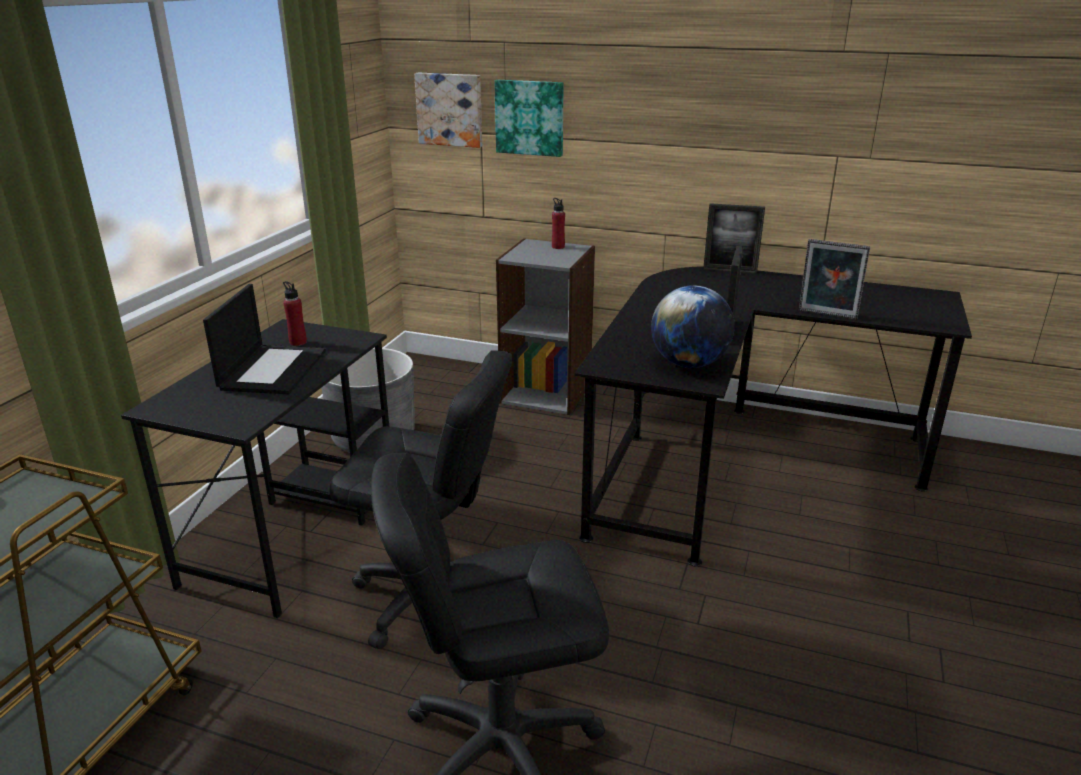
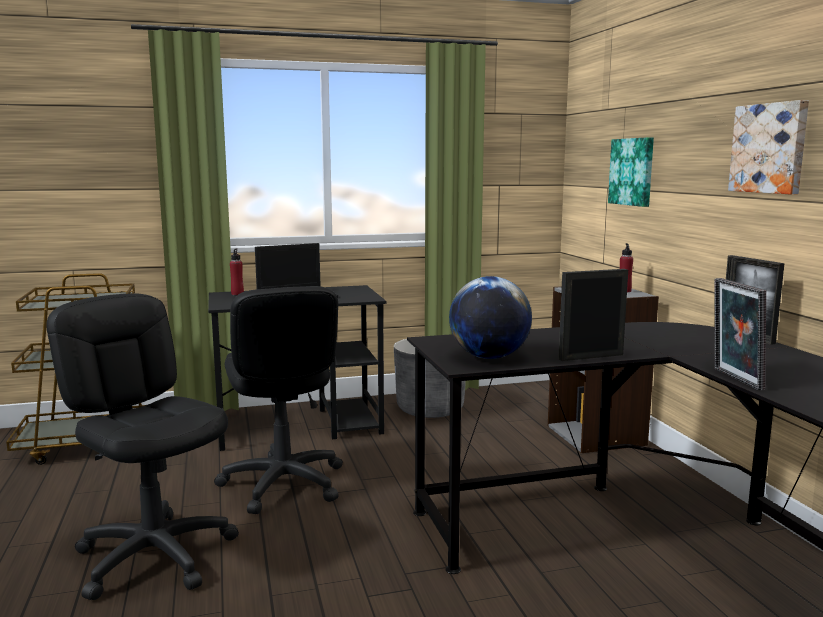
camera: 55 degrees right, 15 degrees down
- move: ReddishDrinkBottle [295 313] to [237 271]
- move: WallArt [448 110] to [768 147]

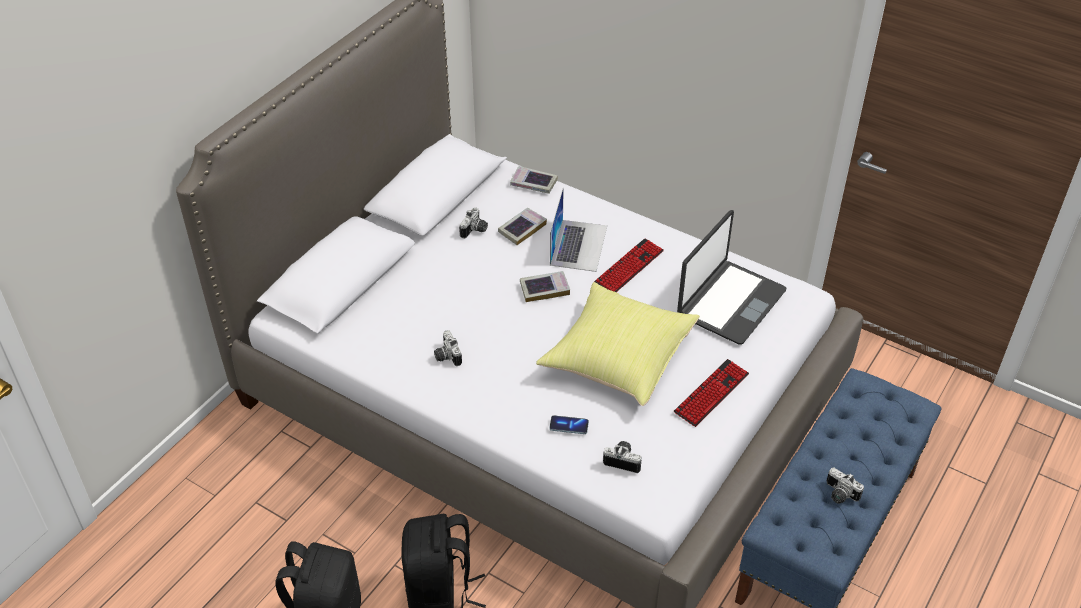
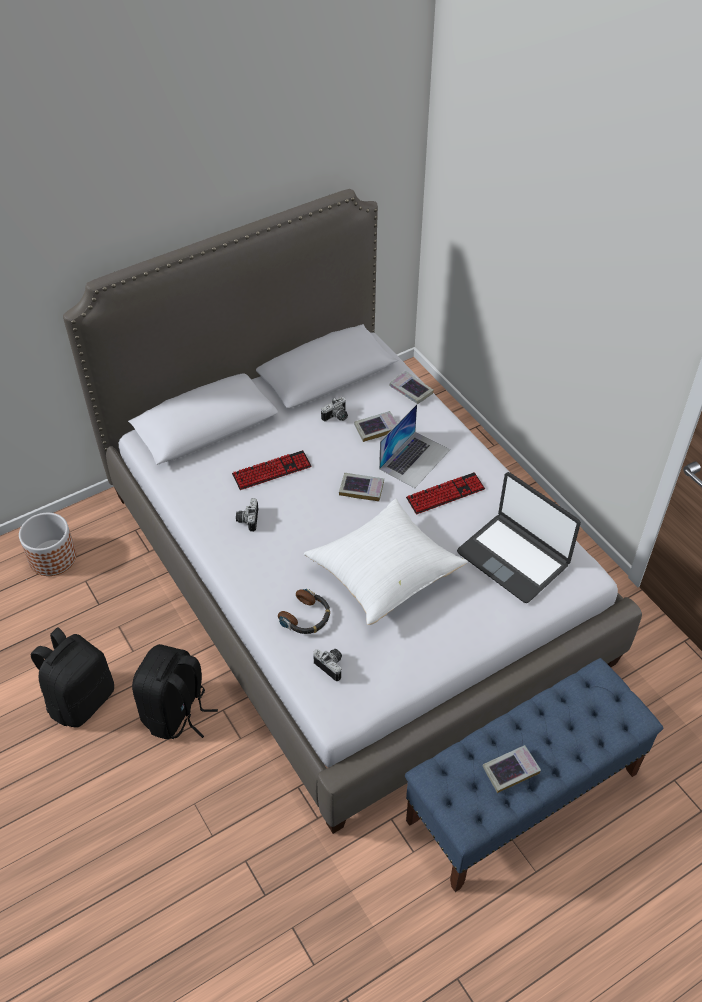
camera: 25 degrees right, 5 degrees up
- insert: FlowerPot [47 544]
- move: ComputerKeyboard [711 393] to [271 470]
- replace: Phone [569 424] to Headset [304 611]
- replace: StillCamera [845 486] to BoundBook [512 769]
- recolor: YellowColouredCushion [618 344] to WhitishCushion [386 562]
- rotate: Laptop [731 277] = [519 537] 75 degrees clockwise

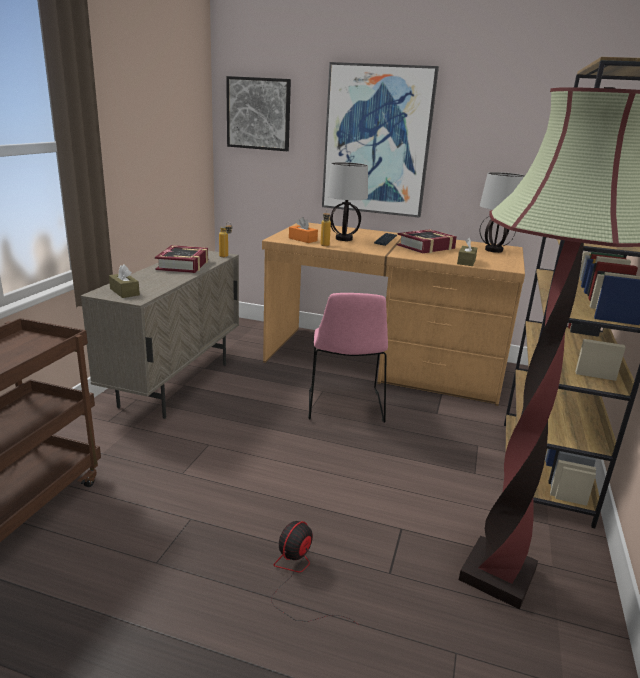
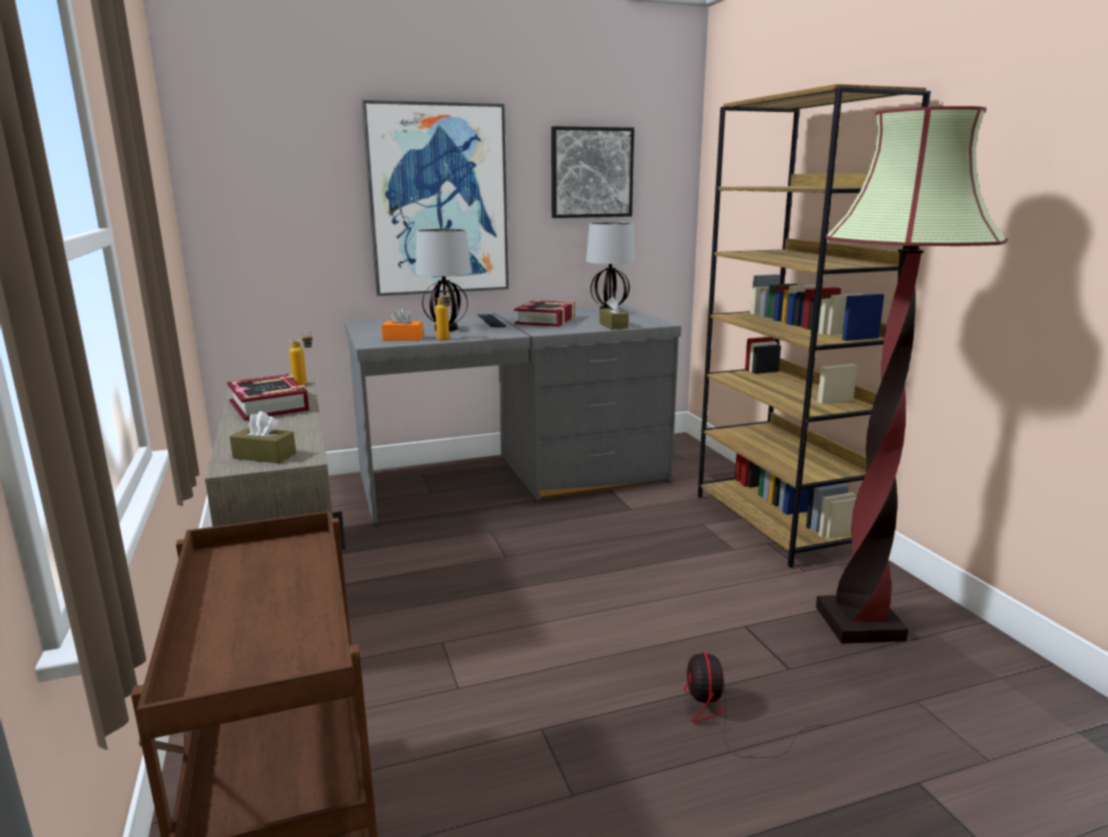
camera: 35 degrees left, 5 degrees down
- delete: PinkishUprightChair [348 358]
- move: WallArt [258 113] to [592 172]
- recolor: BrownColouredDeskUnit [393 314] to GreyDeskUnit [513 415]

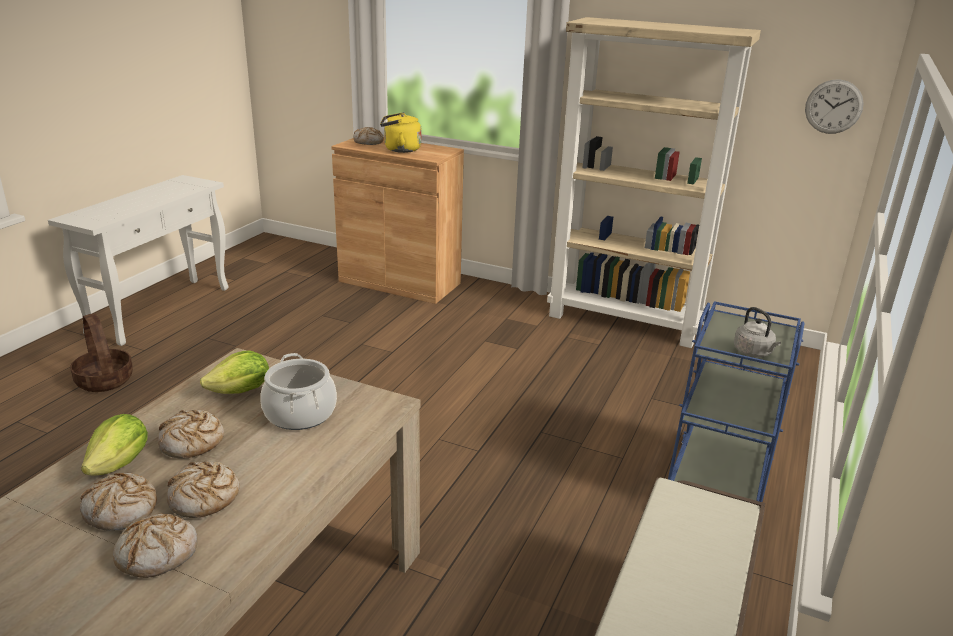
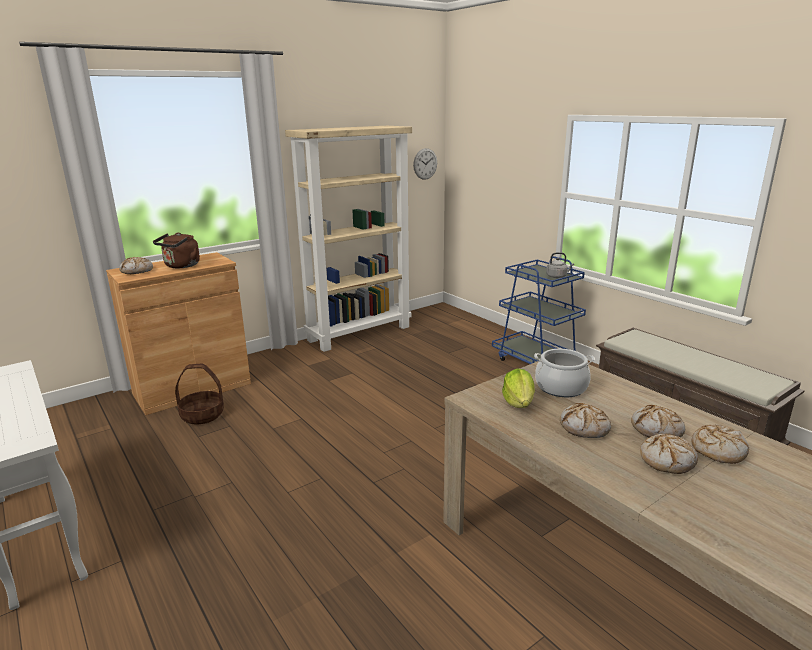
camera: 60 degrees left, 5 degrees down
- delete: LettuceHead [114 444]
- move: StorageBasket [101 352] to [199 394]
- recolor: YellowColouredTeaKettle [400 132] to BrownColouredTeaKettle [176 250]

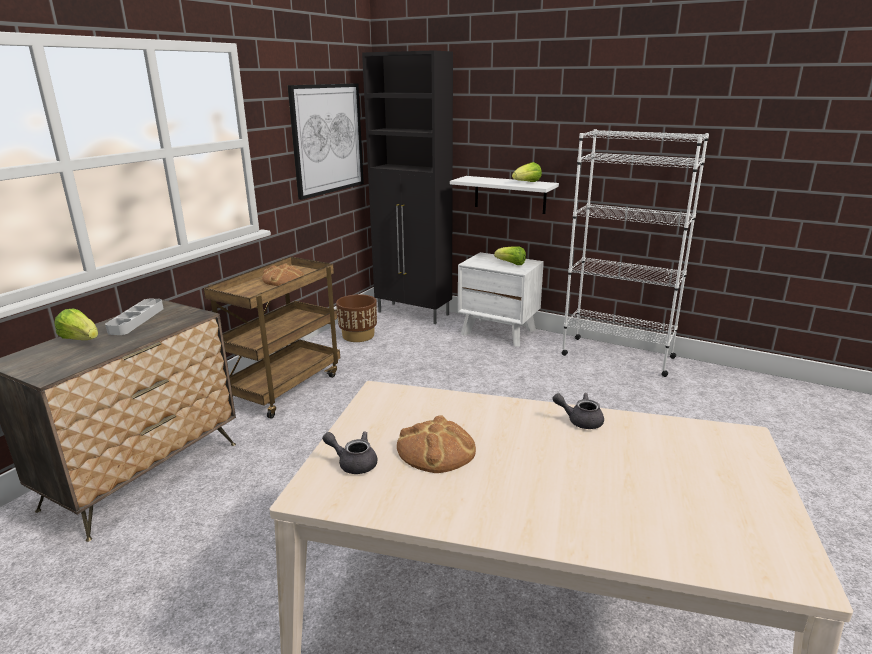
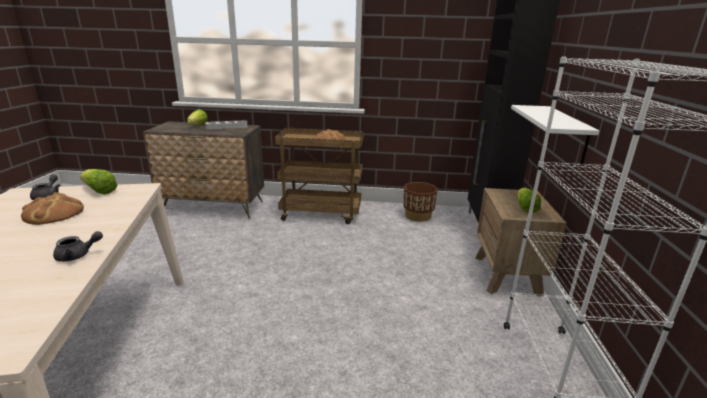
camera: 65 degrees right, 0 degrees up
- delete: WallArt [325 141]
- move: LettuceHead [527 172] to [98 181]
- recolor: WhitishNightstand [501 299] to BrownColouredNightstand [520 243]
- rotate: GreyTeaPot [578 411] = [78 246] 75 degrees clockwise

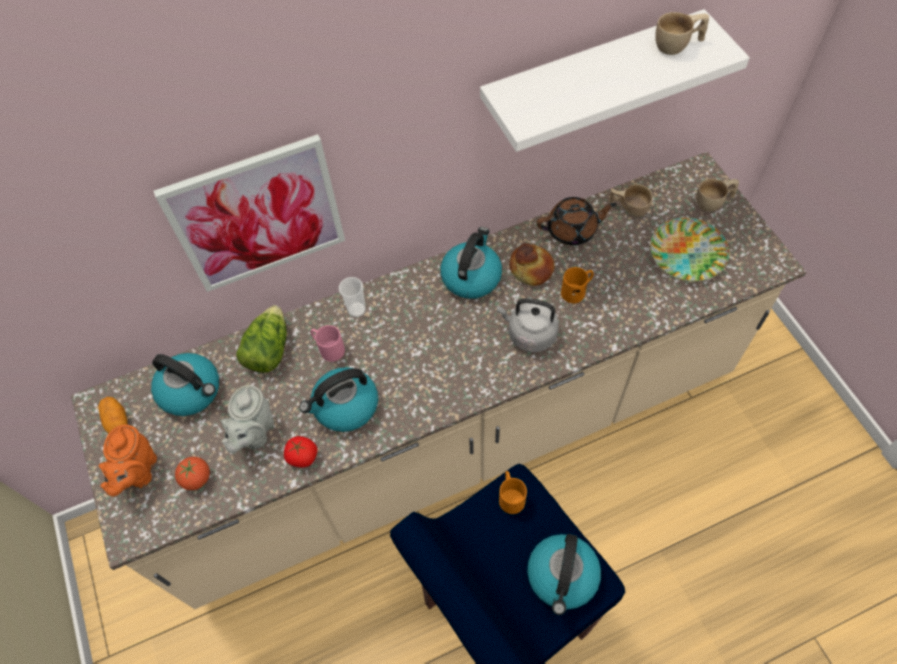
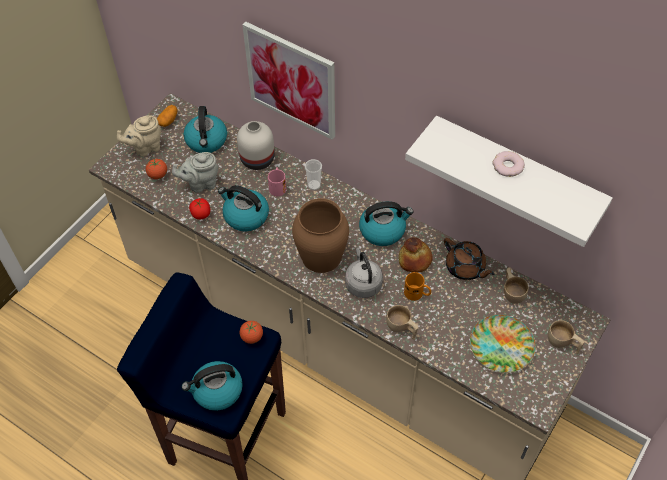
camera: 55 degrees right, 5 degrees down
- insert: BrownColouredFlowerVase [320 235]
- insert: Doughnut [508 164]
- move: BeigeColouredCup [682 33] to [402 322]
- replace: LettuceHead [261 339] to WhitishFlowerVase [256 145]
- replace: OrangeMug [513 492] to FreshTomato [251 332]
- recolor: OrangeTeaPot [128 460] to BeigeColouredTeaPot [139 136]

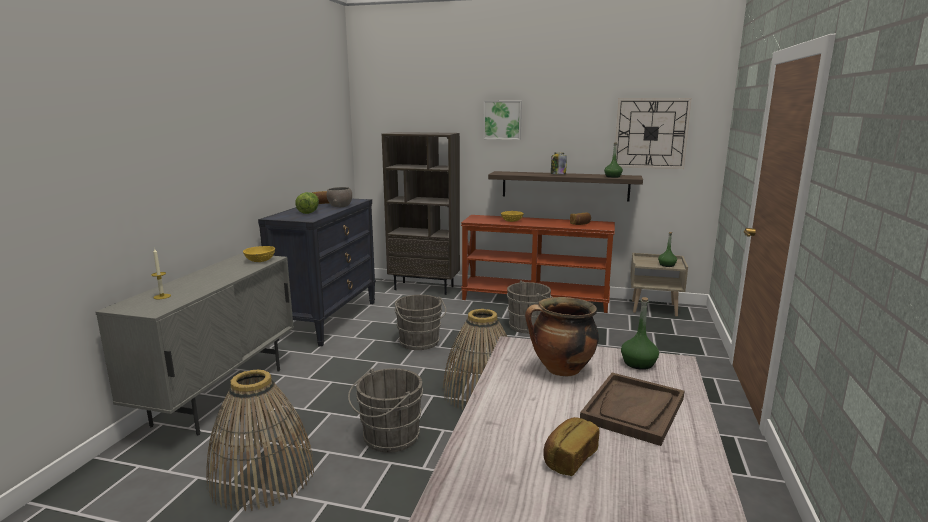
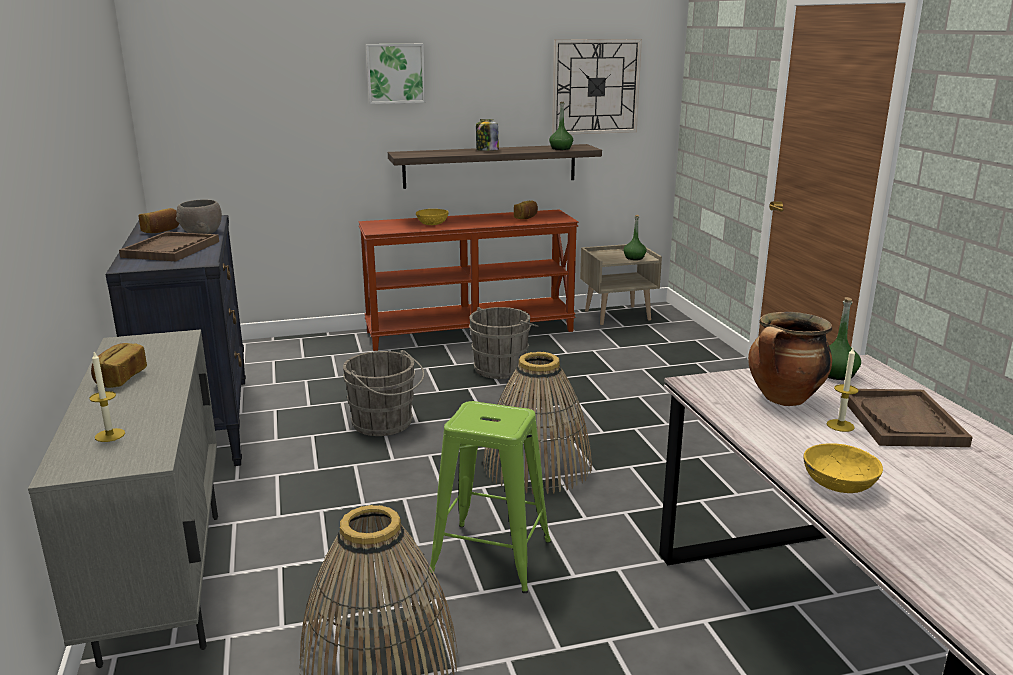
camera: 30 degrees left, 5 degrees up
- delete: BrownColouredBookshelf [421 213]
- insert: Candle [843 390]
- move: YellowColouredBowl [259 254] to [843 468]
- move: Bread [571 446] to [119 365]
- replace: LettuceHead [307 203] to BrownColouredTray [169 246]
- replace: GreyBucket [385 410] to GreenStool [490 497]

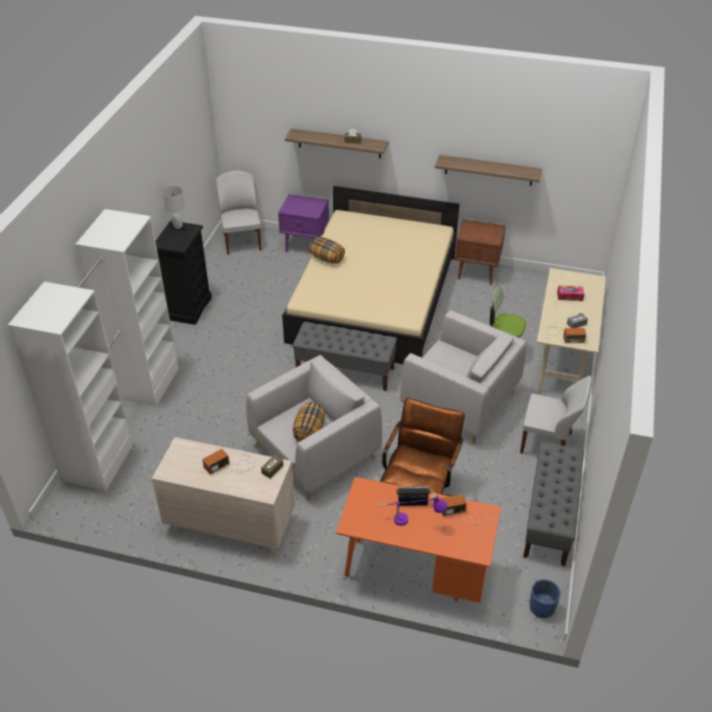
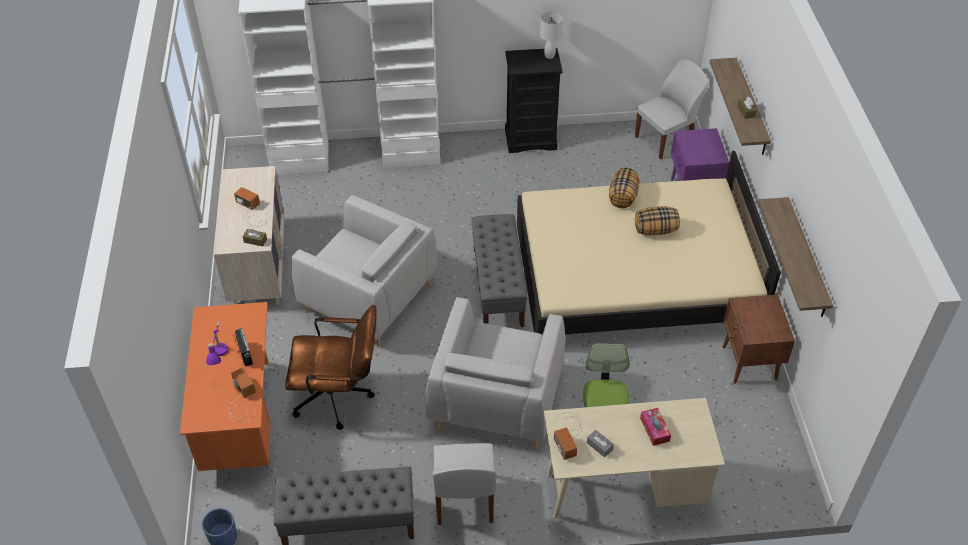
camera: 70 degrees right, 5 degrees up
- move: Cushion [309 422] to [657 220]

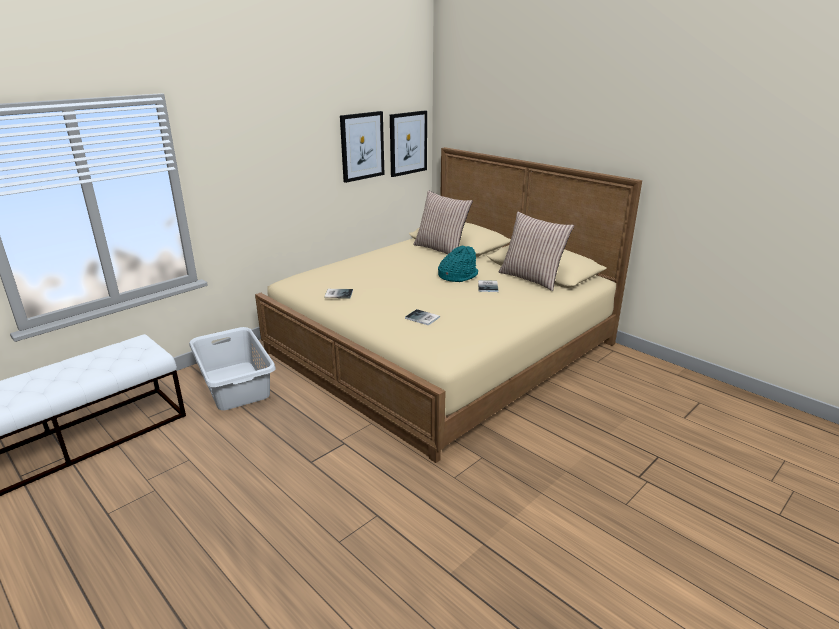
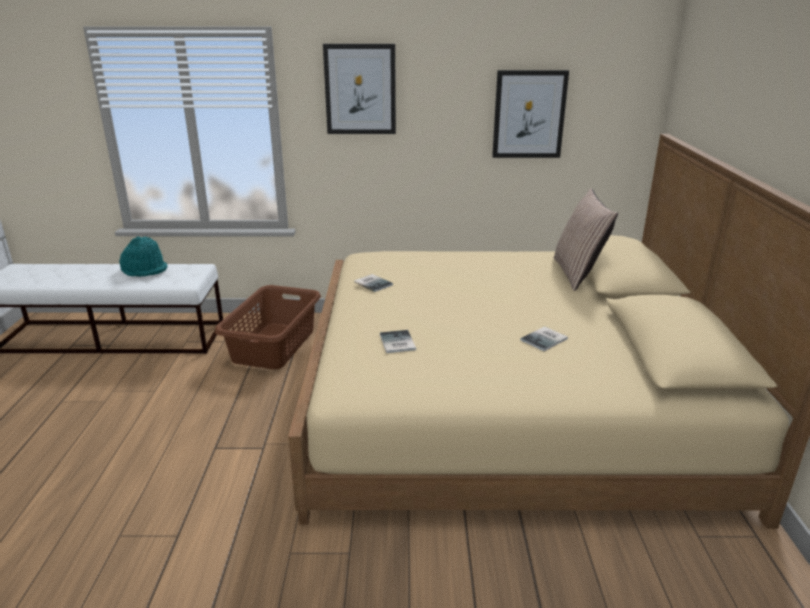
camera: 45 degrees right, 0 degrees up
- delete: Cushion [536 251]
- move: WallArt [408 143] to [359 89]
- move: TurquoiseWearableHat [458 264] to [143 257]
- recolor: GreyWashingBasket [232 368] to BrownColouredWashingBasket [268 327]

